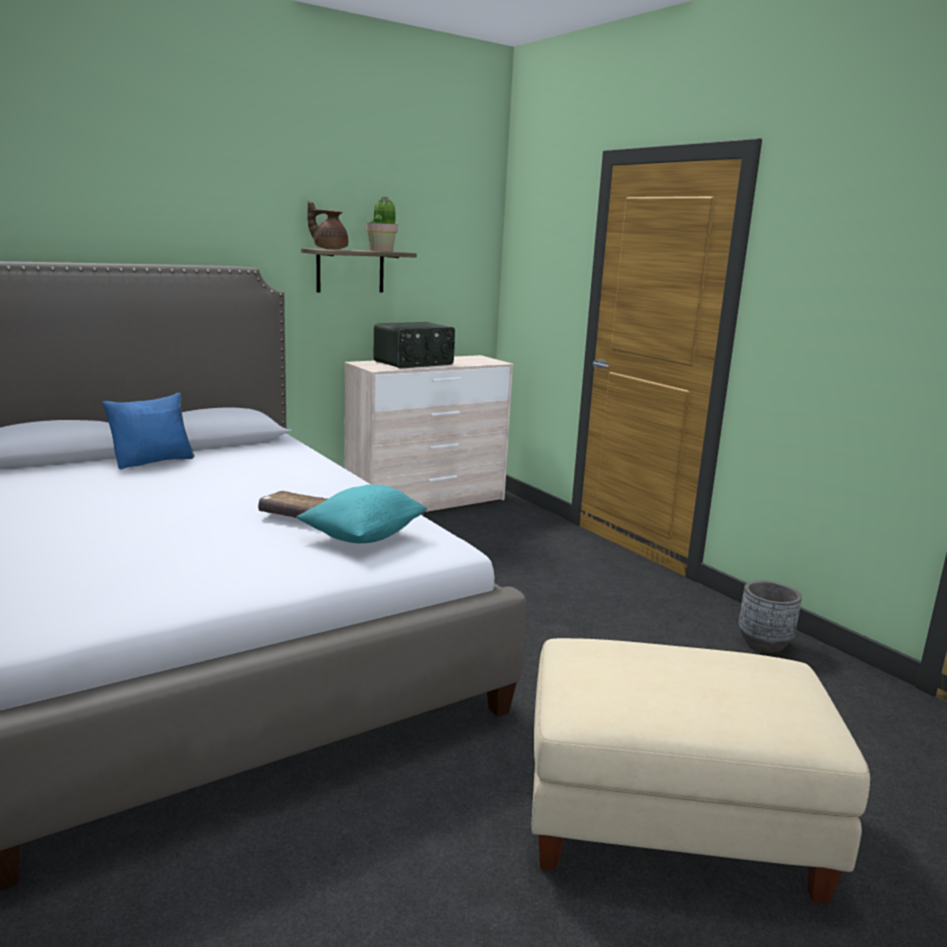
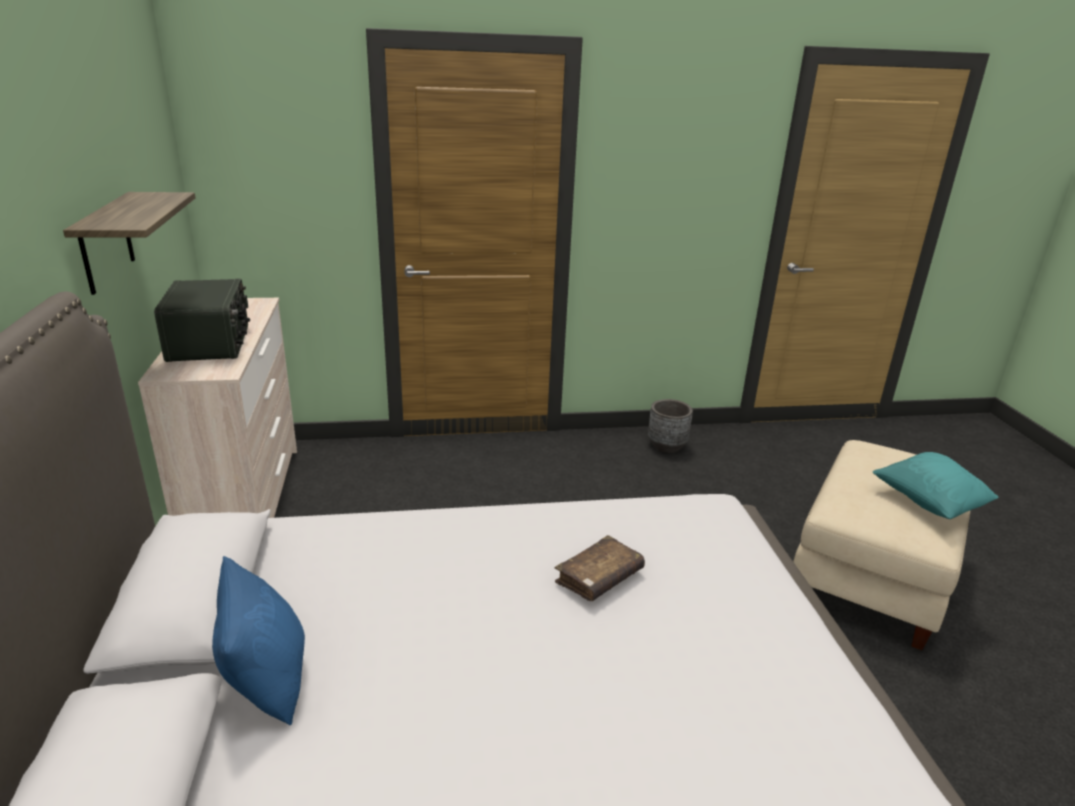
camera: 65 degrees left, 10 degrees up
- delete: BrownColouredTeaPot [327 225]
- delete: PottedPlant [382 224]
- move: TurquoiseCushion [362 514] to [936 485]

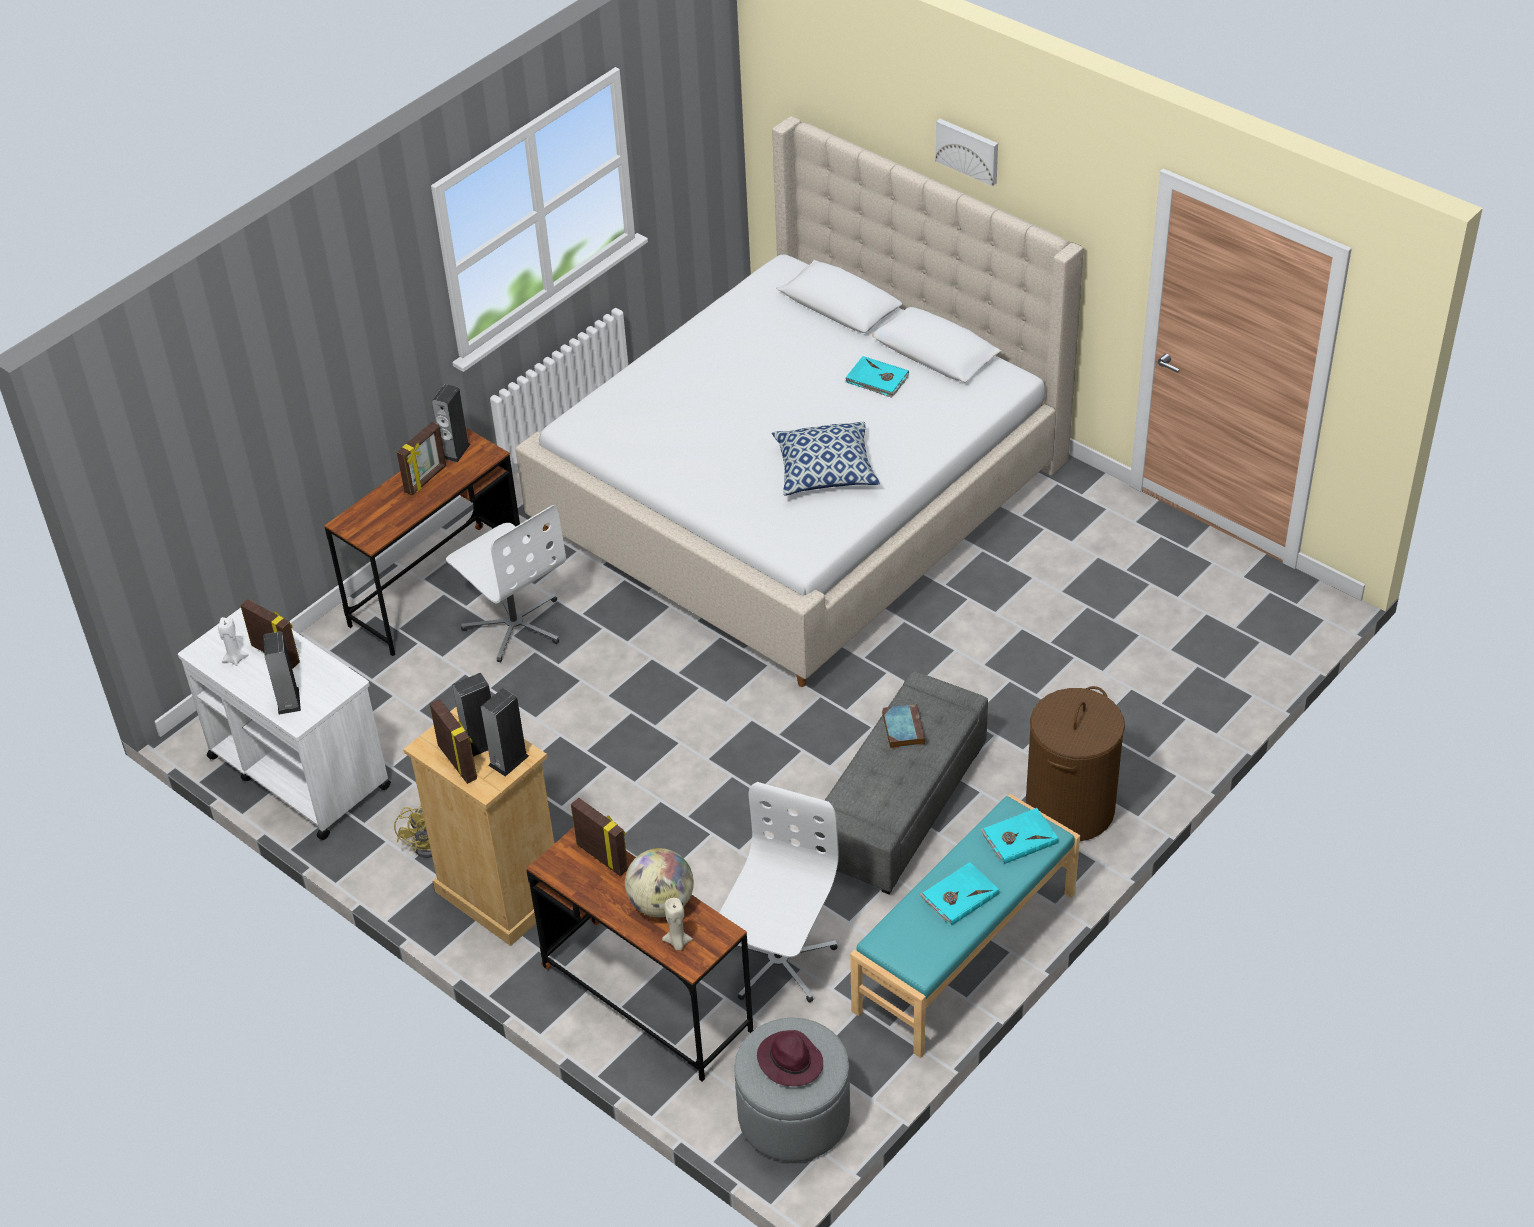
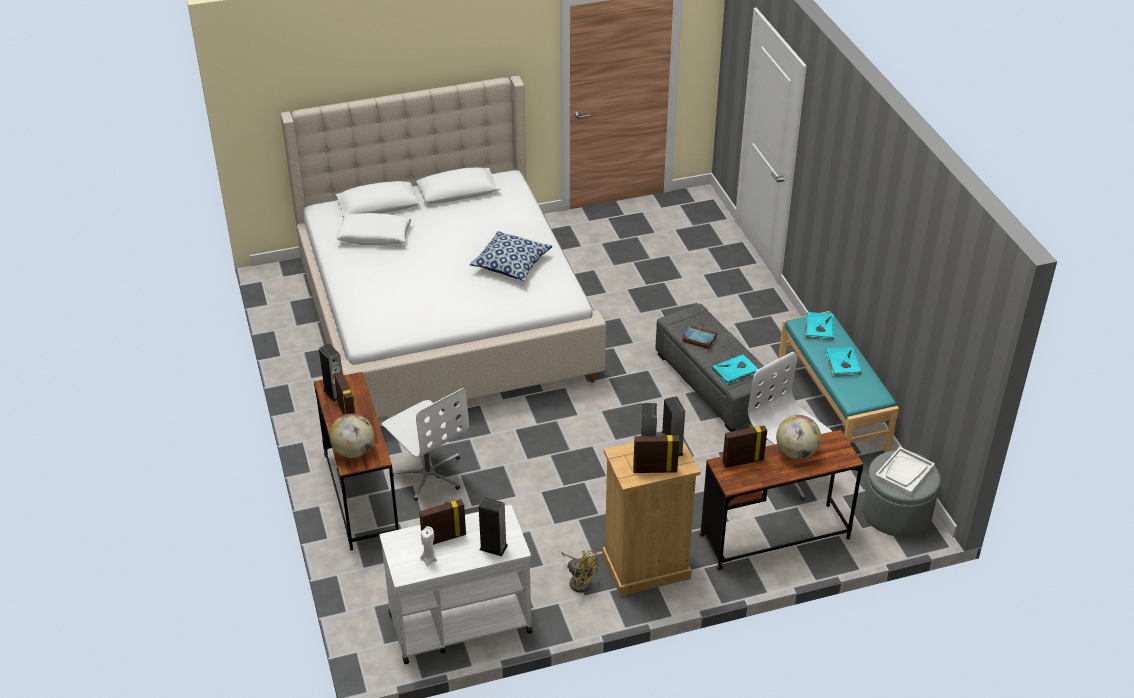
camera: 60 degrees left, 5 degrees down
- delete: BeigeColouredCandle [677 924]
- delete: WallArt [966 152]
- delete: BrownColouredWashingBasket [1075 763]
- insert: DeskGlobe [351 436]
- insert: WhitishCushion [374 229]
- move: TurquoiseBoundBook [877 377] to [735 370]
- replace: PurpleWearableHat [790 1058] to WhitishTray [905 471]
- rotate: WhitishOfficeChair [506 583] = [425 444] 60 degrees clockwise

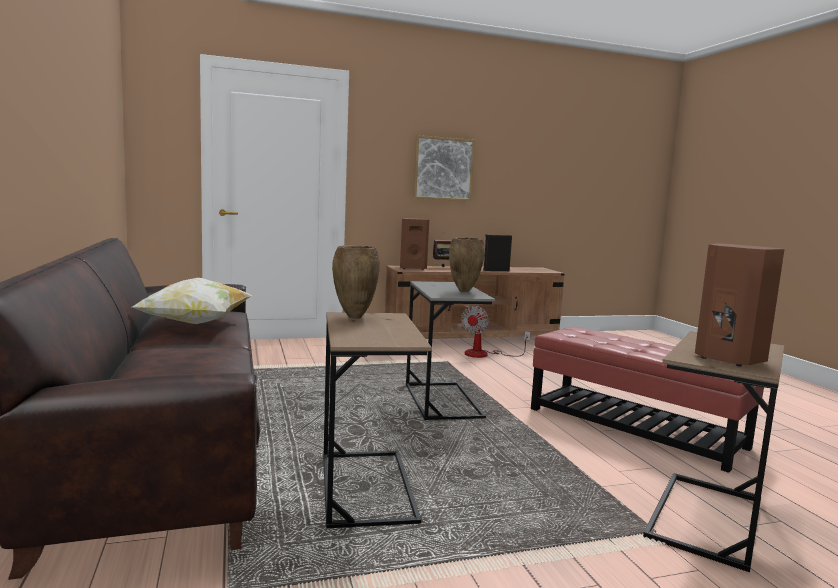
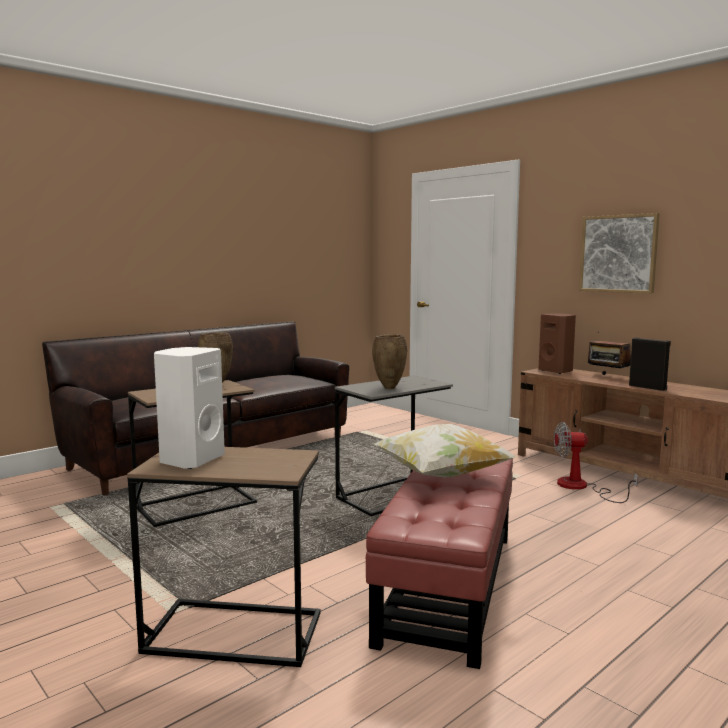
camera: 65 degrees right, 0 degrees up
- move: Cushion [192 301] to [446 450]
- recolor: BrownColouredLoudspeaker [739 305] to WhitishLoudspeaker [189 408]

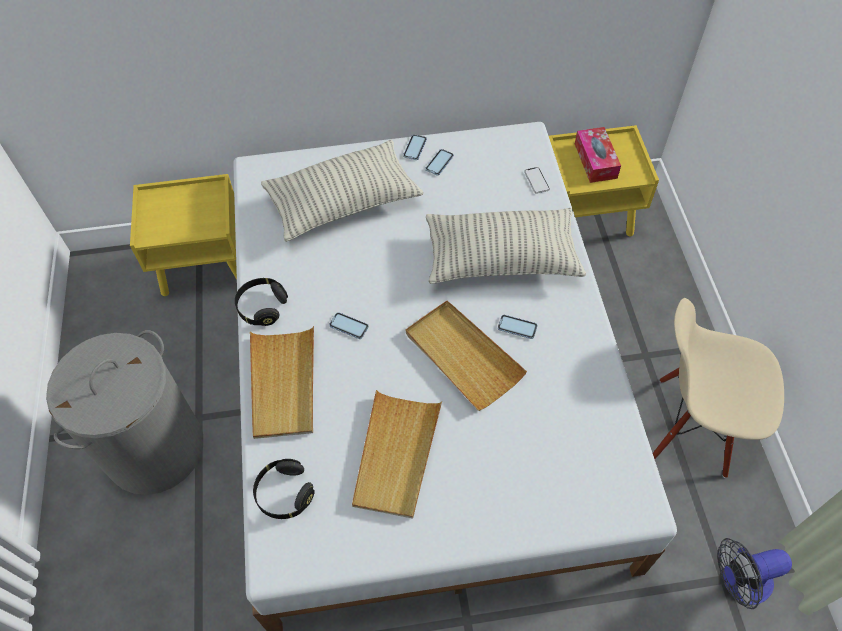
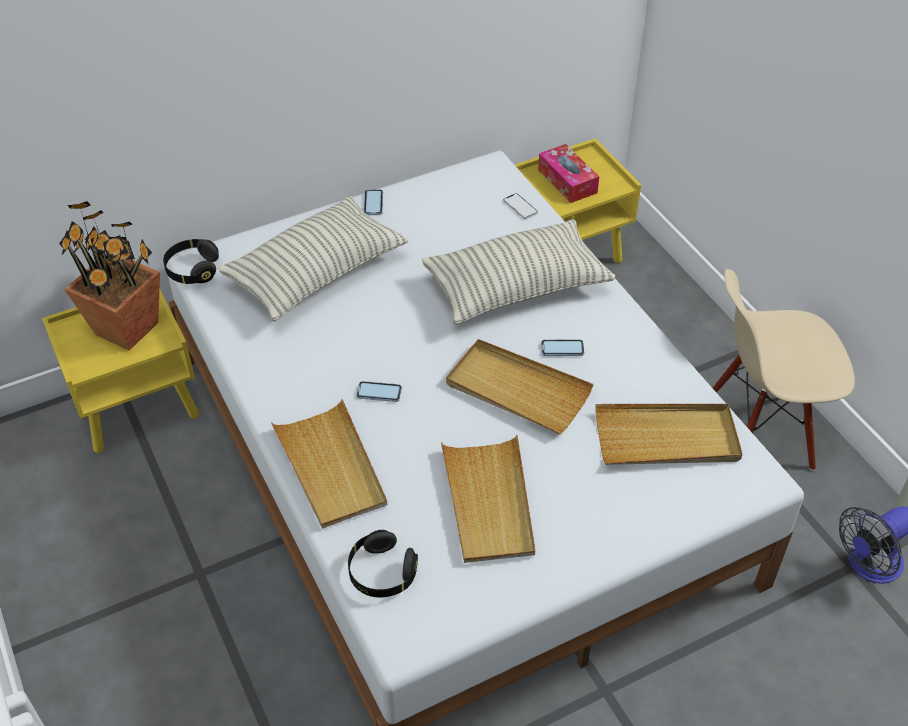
camera: 20 degrees left, 10 degrees down
- delete: GreyWashingBasket [124 412]
- delete: Phone [439 162]
- insert: PottedPlant [109 275]
- insert: BeigeColouredTray [668 434]
- move: BlackColouredHeadset [261 302] to [191 261]

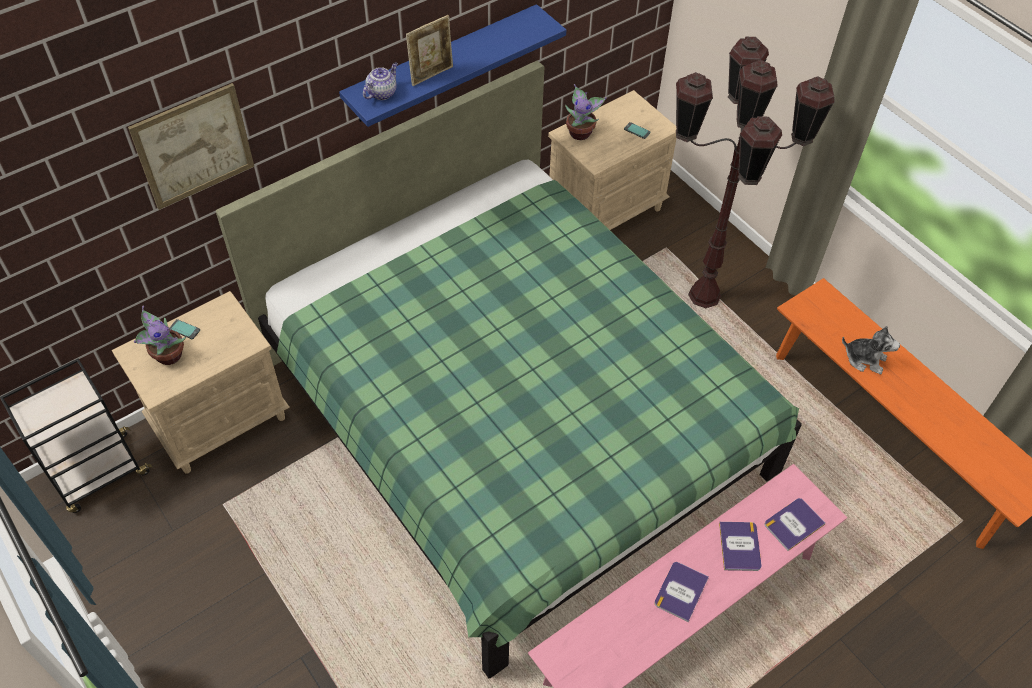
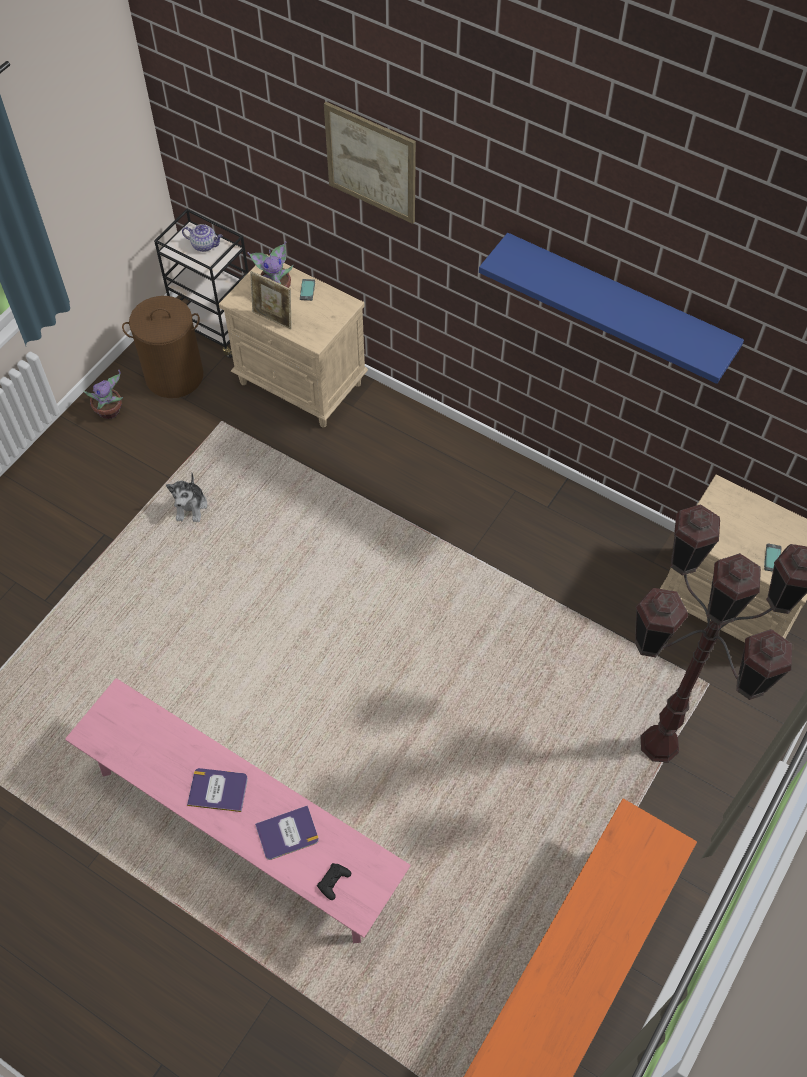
camera: 70 degrees right, 5 degrees up
- delete: GreenBedroomBed [509 369]
- insert: BrownColouredWashingBasket [162 347]
- move: TeaPot [380 81] to [202 238]
- move: PhotoFrame [429 50] to [271 300]
- move: PottedPlant [586 112] to [103 394]
- move: CuddlyToy [871 350] to [186 497]
- replace: BoundBook [795 524] to BlackColouredGamepad [334 881]

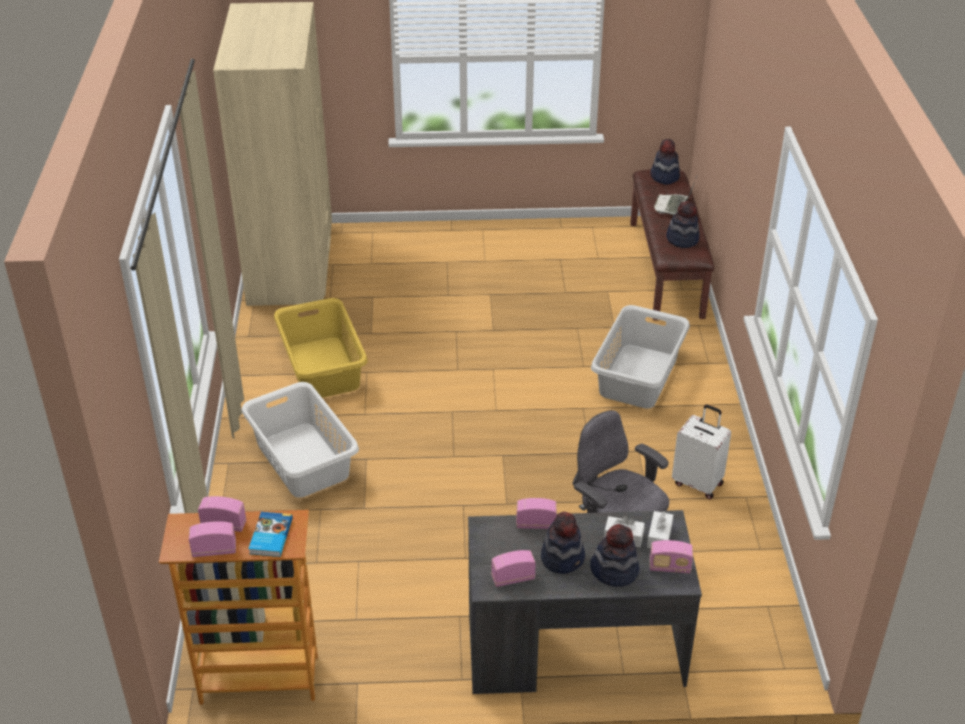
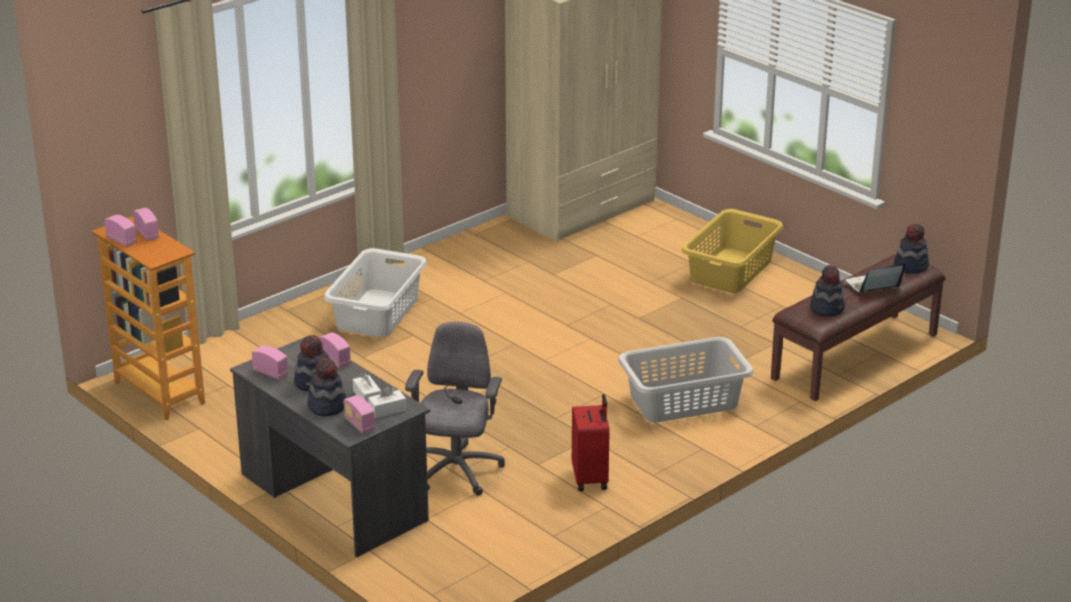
camera: 50 degrees right, 10 degrees down
- delete: BoundBook [270 534]
- move: YellowColouredWashingBasket [321 348] to [732 251]
- recolor: WhitishTravelCase [701 452] to ReddishTravelCase [591 442]

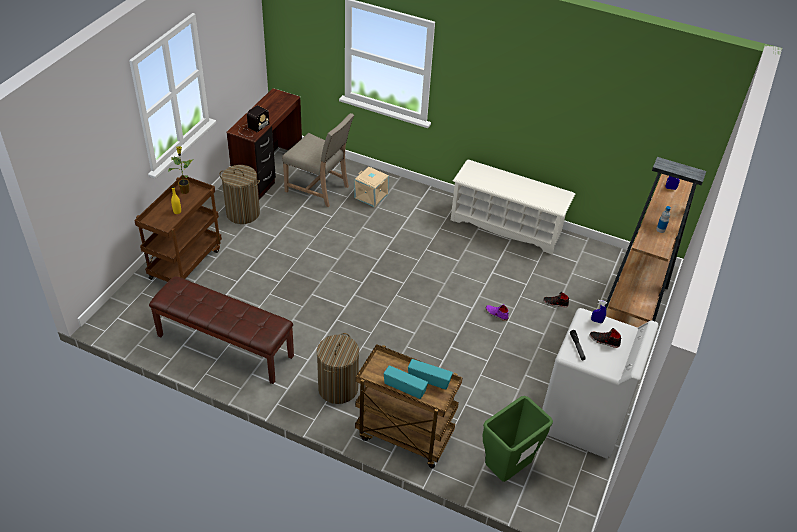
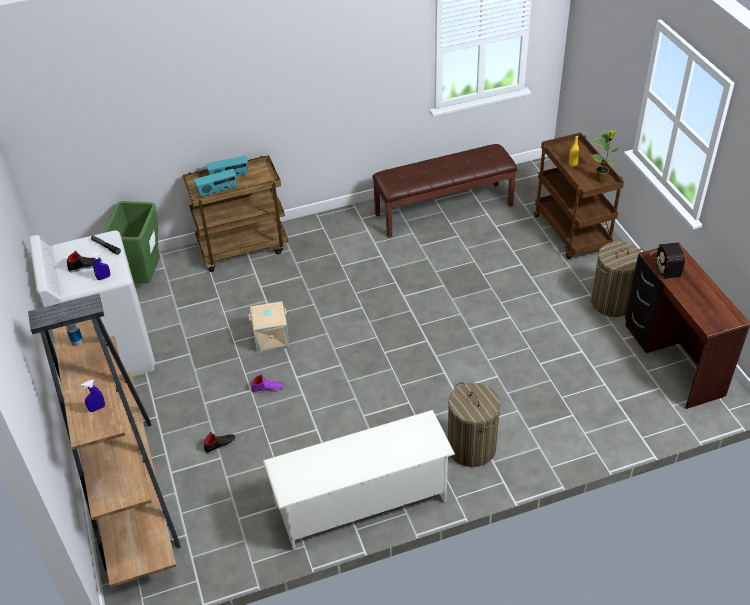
camera: 140 degrees right, 0 degrees up
- delete: BeigeColouredUprightChair [318 160]
- move: WashingBasket [338 368] to [474 424]
- move: BeigeColouredStorageBox [371 187] to [269 327]

